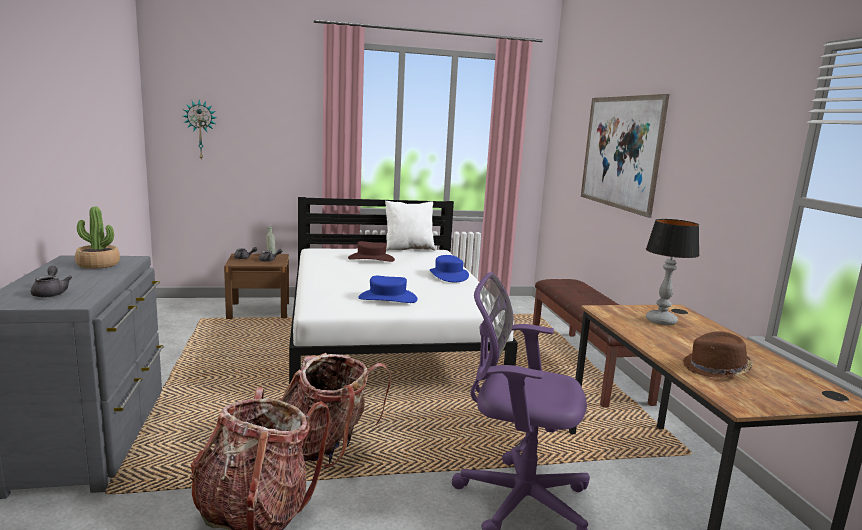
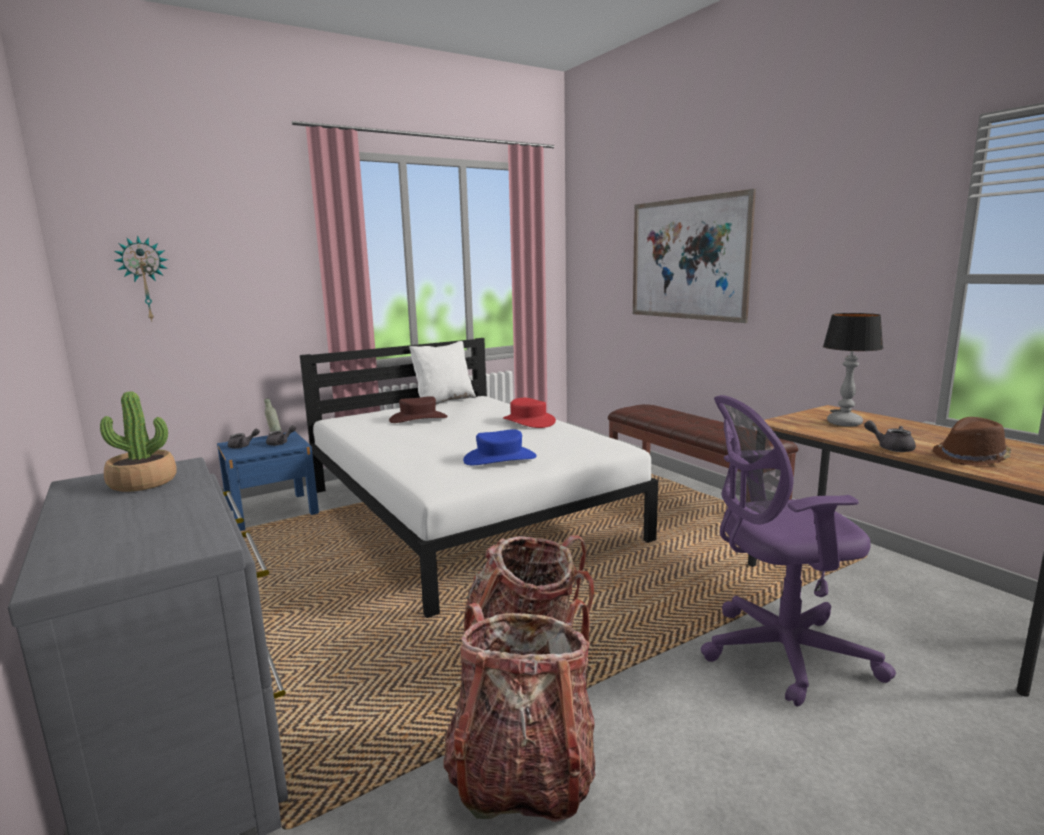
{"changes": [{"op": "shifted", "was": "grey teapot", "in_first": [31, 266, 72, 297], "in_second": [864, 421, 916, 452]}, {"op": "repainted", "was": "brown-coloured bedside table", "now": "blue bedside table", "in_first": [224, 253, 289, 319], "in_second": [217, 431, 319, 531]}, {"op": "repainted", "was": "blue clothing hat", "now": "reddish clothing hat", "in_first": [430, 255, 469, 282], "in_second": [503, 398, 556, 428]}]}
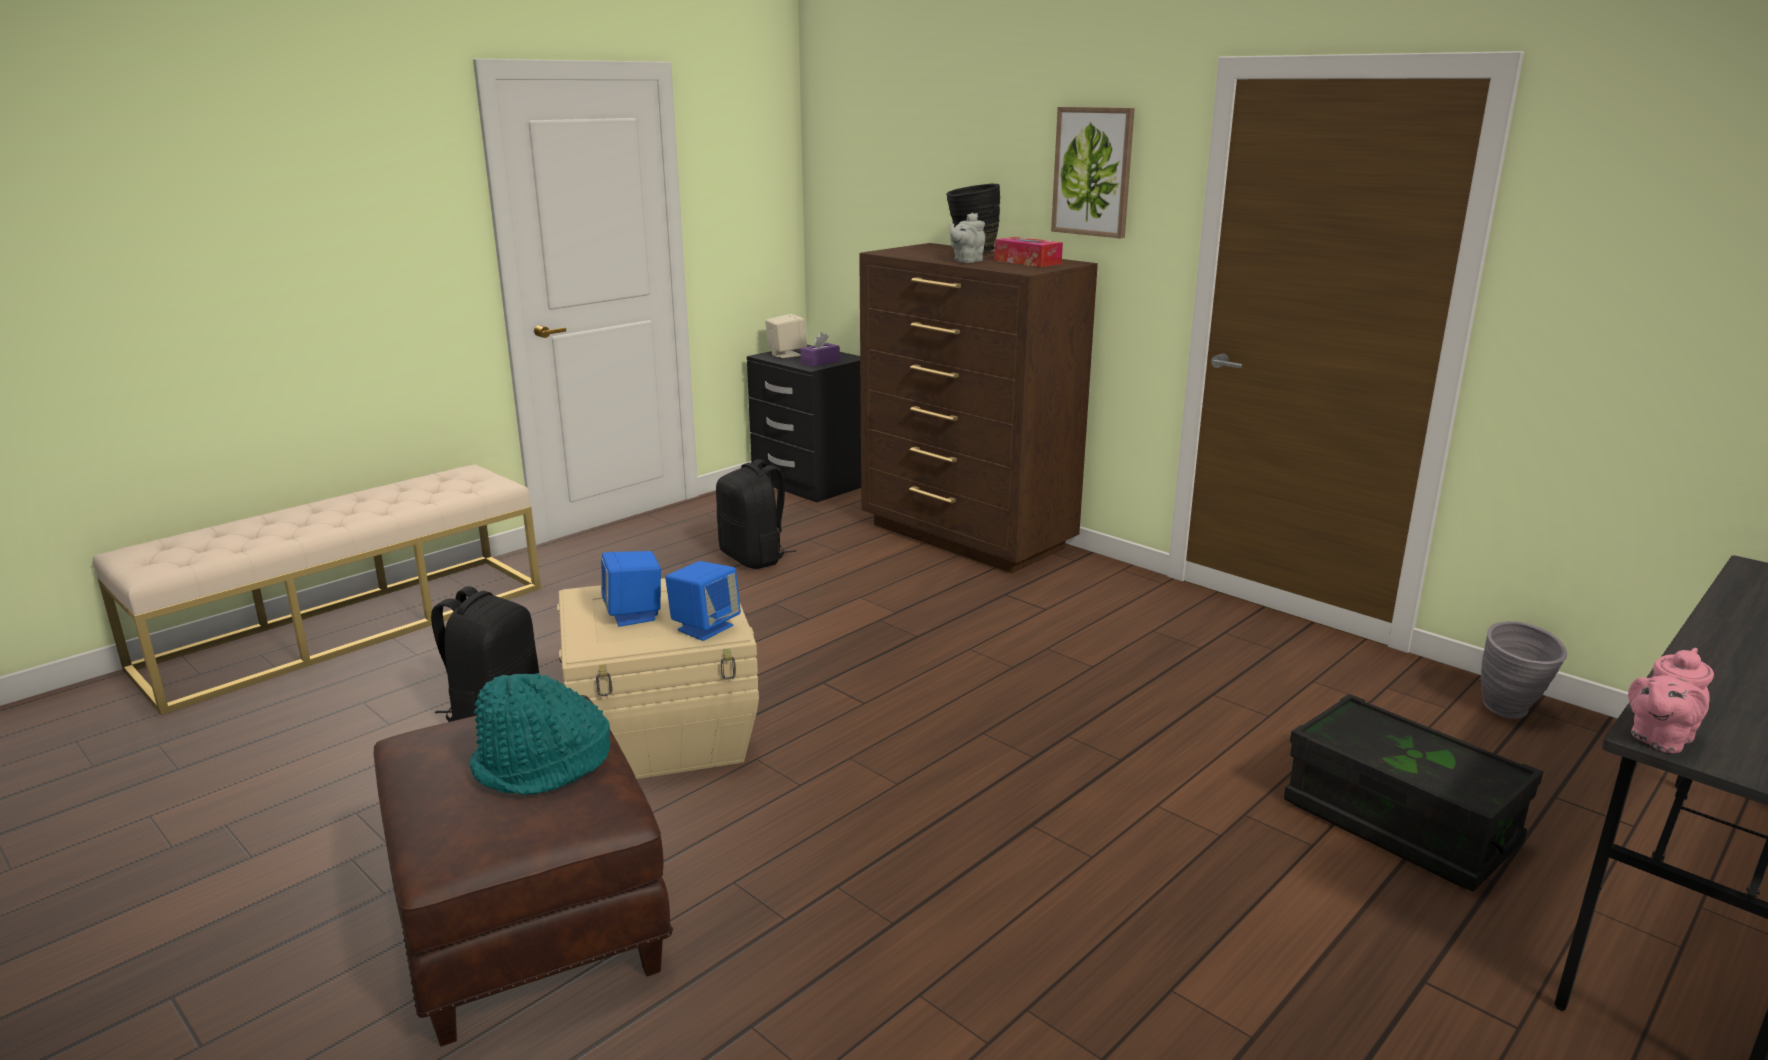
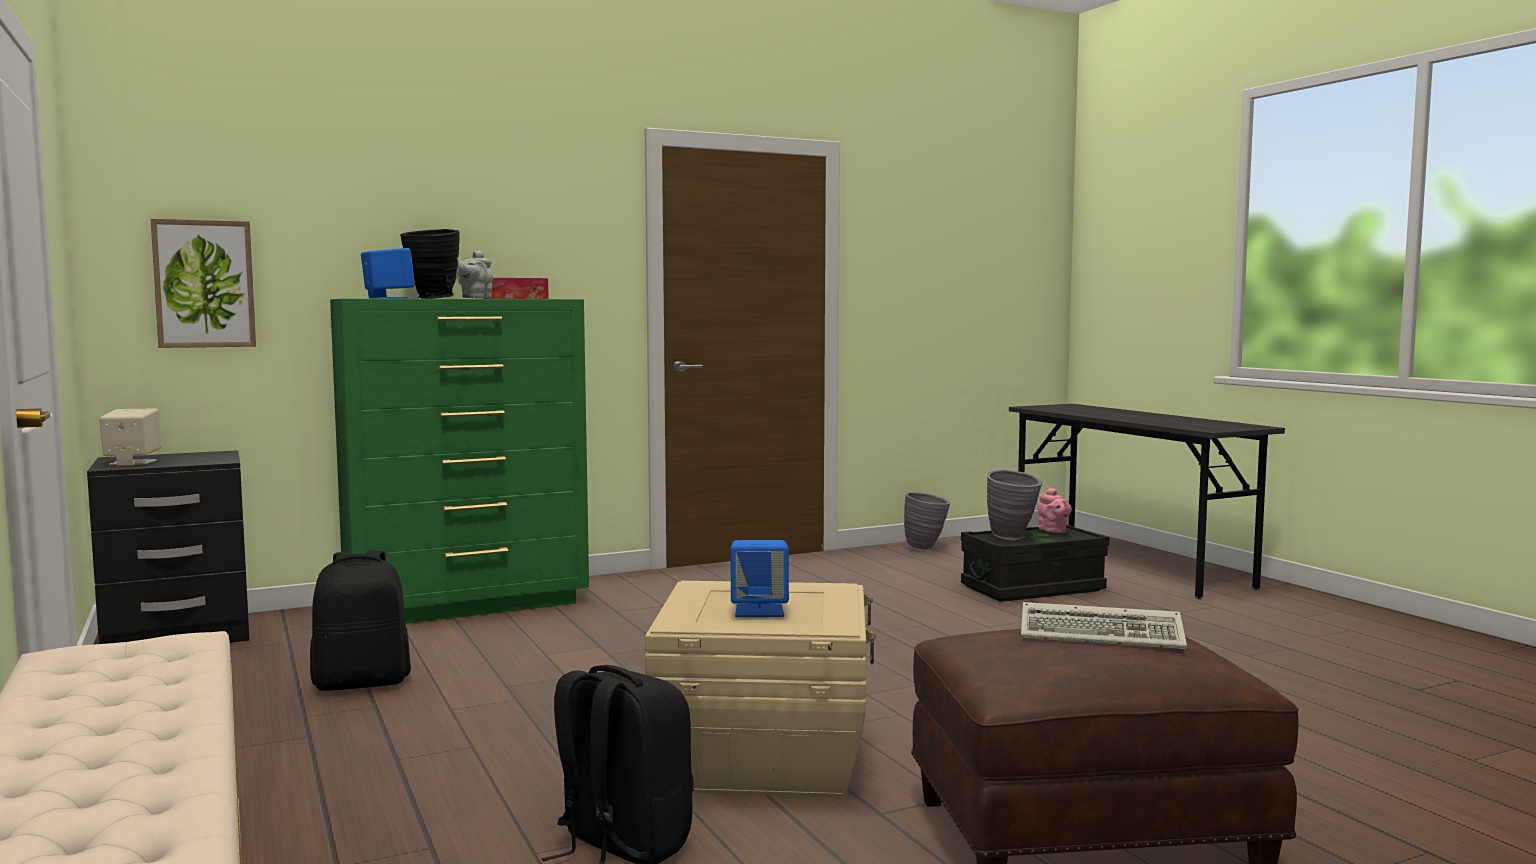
{"changes": [{"op": "swapped", "was": "turquoise clothing hat", "now": "computer keyboard", "in_first": [470, 673, 610, 795], "in_second": [1021, 602, 1187, 649]}, {"op": "shifted", "was": "blue audio speaker", "in_first": [665, 561, 741, 641], "in_second": [361, 248, 415, 299]}, {"op": "gone", "was": "purple box of tissues", "in_first": [801, 332, 840, 367]}, {"op": "repainted", "was": "brown-coloured dresser", "now": "green-coloured dresser", "in_first": [859, 243, 1098, 573], "in_second": [330, 299, 589, 624]}, {"op": "rotated", "was": "grey teapot", "in_first": [950, 213, 985, 263], "in_second": [456, 250, 493, 299], "clockwise": 45}, {"op": "shifted", "was": "wall picture", "in_first": [1051, 107, 1135, 239], "in_second": [151, 219, 256, 348]}, {"op": "shifted", "was": "pinkish teapot", "in_first": [1628, 648, 1714, 753], "in_second": [1038, 487, 1072, 533]}, {"op": "new", "now": "grey vase", "in_second": [987, 470, 1042, 540]}]}
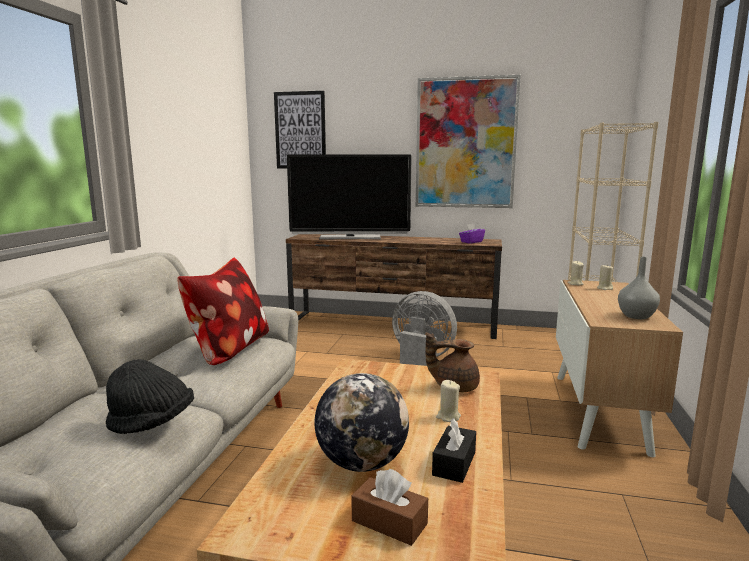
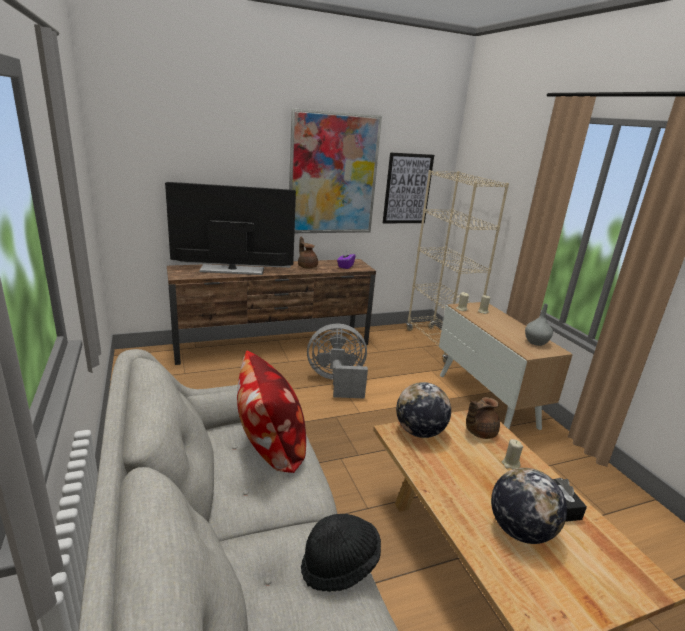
{"changes": [{"op": "shifted", "was": "wall picture", "in_first": [274, 91, 326, 168], "in_second": [383, 152, 434, 223]}, {"op": "rotated", "was": "TV", "in_first": [287, 155, 412, 239], "in_second": [165, 182, 296, 275], "clockwise": -150}, {"op": "gone", "was": "brown-coloured box of tissues", "in_first": [352, 469, 428, 546]}, {"op": "new", "now": "brown-coloured teapot", "in_second": [298, 237, 318, 268]}, {"op": "new", "now": "world globe", "in_second": [396, 382, 451, 438]}]}
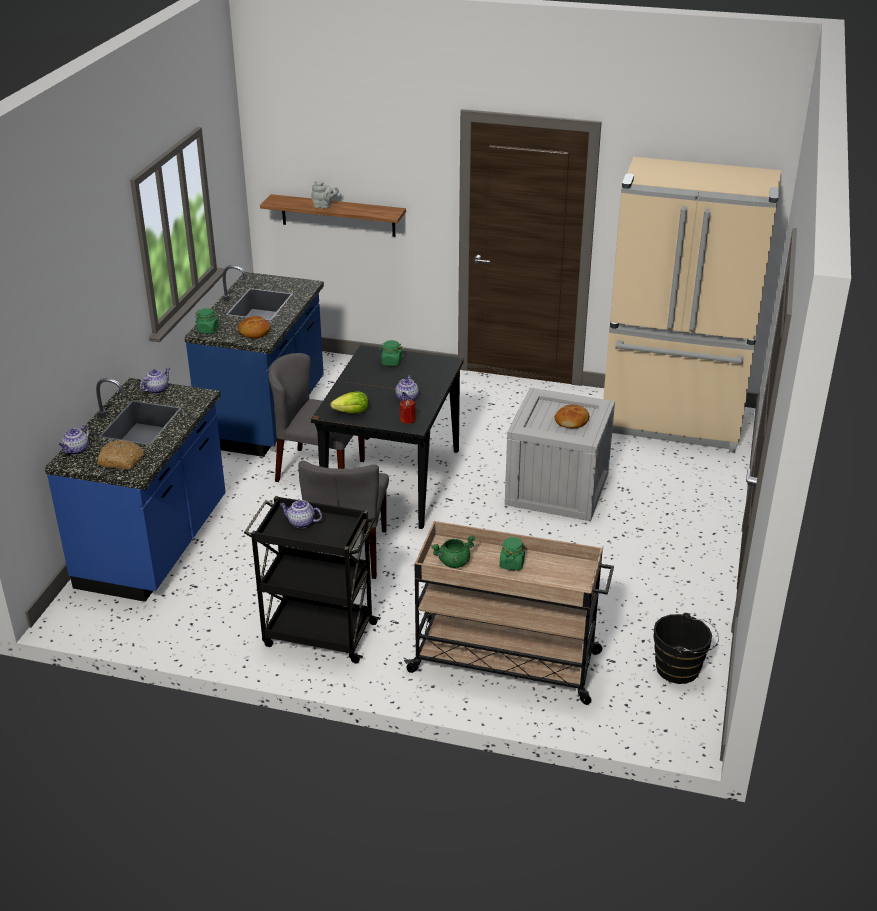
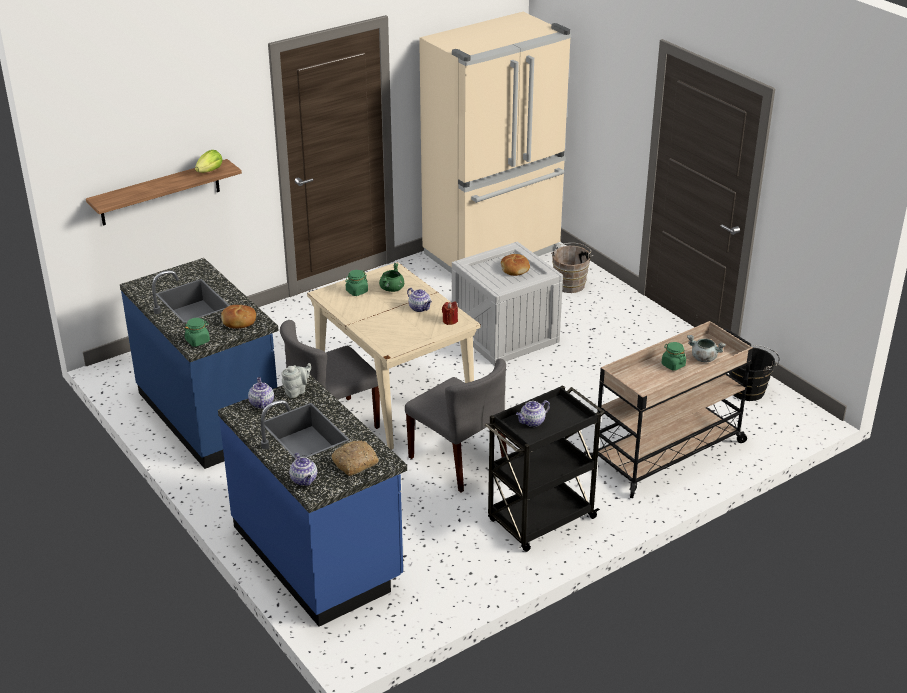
{"changes": [{"op": "shifted", "was": "grey teapot", "in_first": [311, 181, 339, 208], "in_second": [281, 363, 311, 398]}, {"op": "repainted", "was": "black-coloured dining table", "now": "sand-coloured dining table", "in_first": [311, 345, 464, 529], "in_second": [307, 262, 481, 450]}, {"op": "shifted", "was": "head of lettuce", "in_first": [330, 391, 368, 413], "in_second": [195, 150, 223, 173]}, {"op": "shifted", "was": "green-coloured cooking pot", "in_first": [431, 535, 476, 568], "in_second": [379, 263, 404, 292]}, {"op": "new", "now": "brown-coloured bucket", "in_second": [551, 243, 593, 293]}, {"op": "new", "now": "grey cooking pot", "in_second": [687, 335, 726, 362]}]}
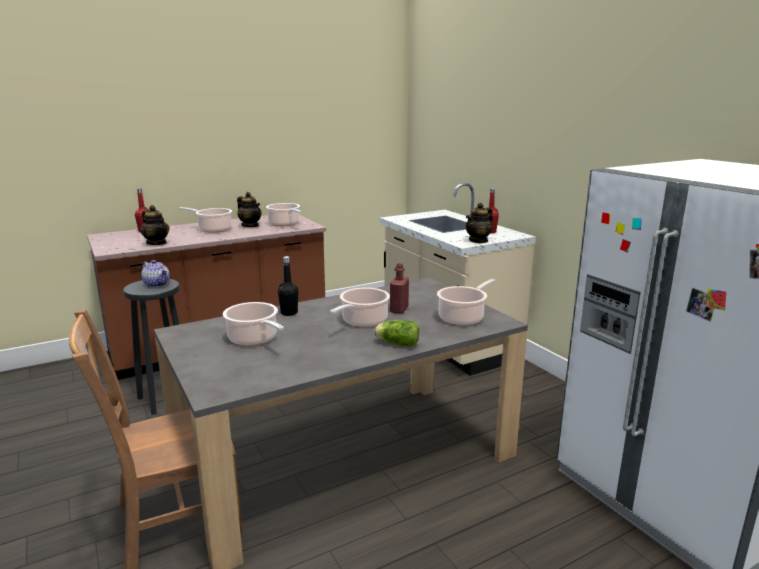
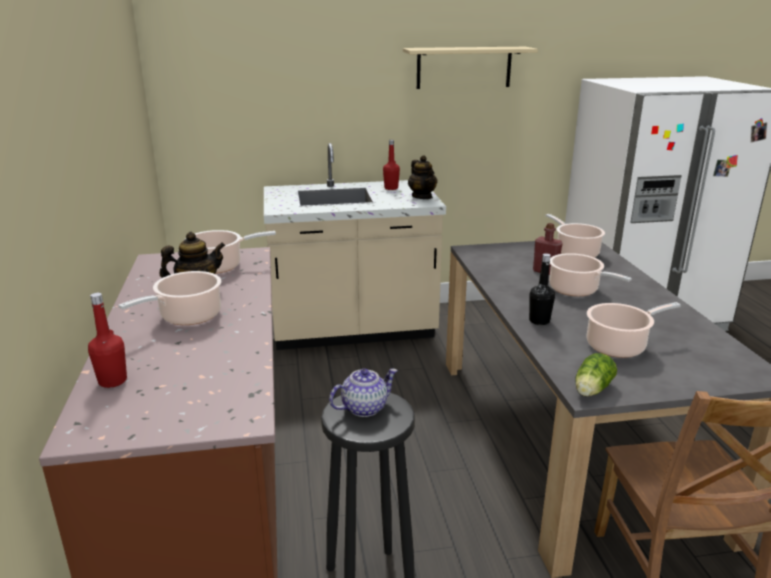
{"changes": [{"op": "gone", "was": "teapot", "in_first": [140, 205, 170, 245]}, {"op": "shifted", "was": "head of lettuce", "in_first": [374, 320, 419, 347], "in_second": [575, 353, 617, 397]}, {"op": "new", "now": "sand-coloured shelf", "in_second": [403, 47, 538, 89]}]}
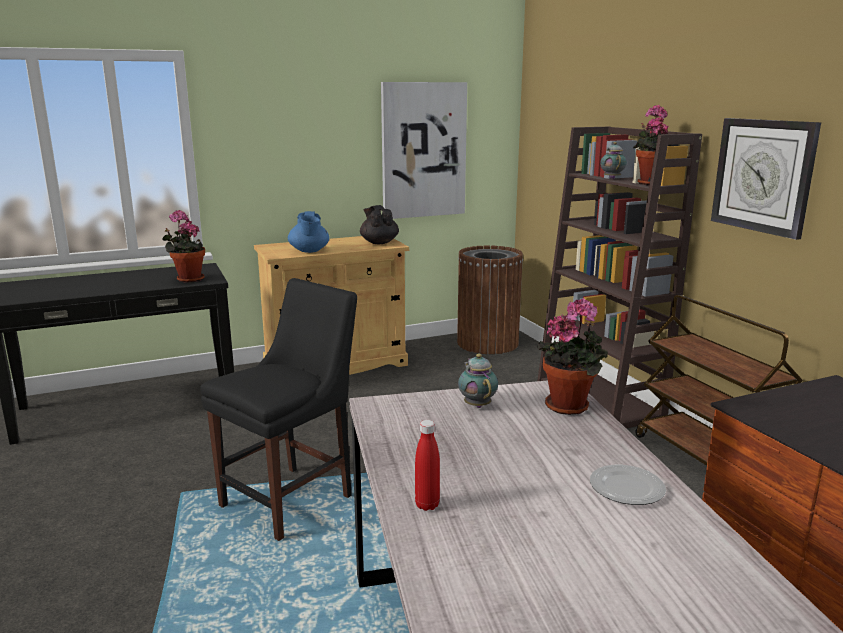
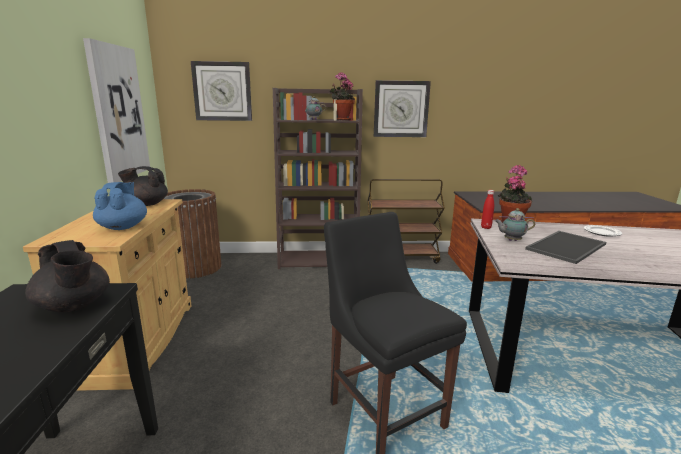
{"changes": [{"op": "swapped", "was": "plant in a pot", "now": "black-coloured teapot", "in_first": [162, 210, 205, 283], "in_second": [25, 240, 110, 312]}, {"op": "rotated", "was": "blue teapot", "in_first": [288, 211, 329, 253], "in_second": [93, 182, 147, 230], "clockwise": -105}, {"op": "shifted", "was": "reddish bottle", "in_first": [415, 420, 440, 511], "in_second": [481, 190, 494, 229]}, {"op": "new", "now": "wall clock", "in_second": [191, 61, 252, 121]}, {"op": "new", "now": "carrying tray", "in_second": [525, 231, 606, 264]}]}
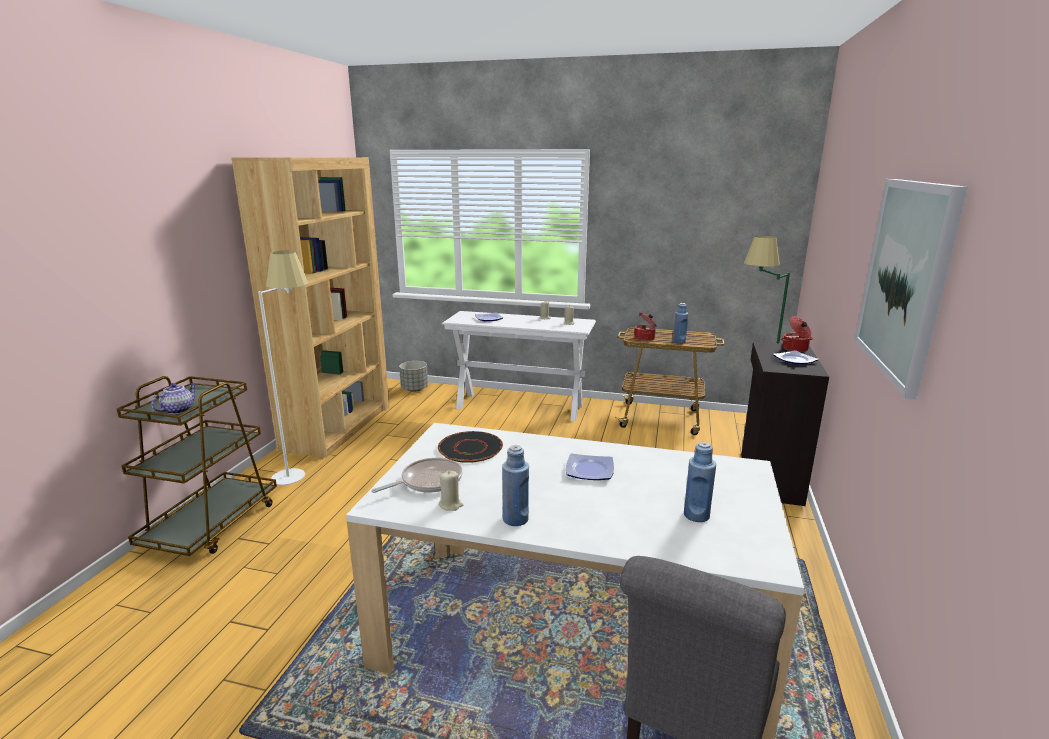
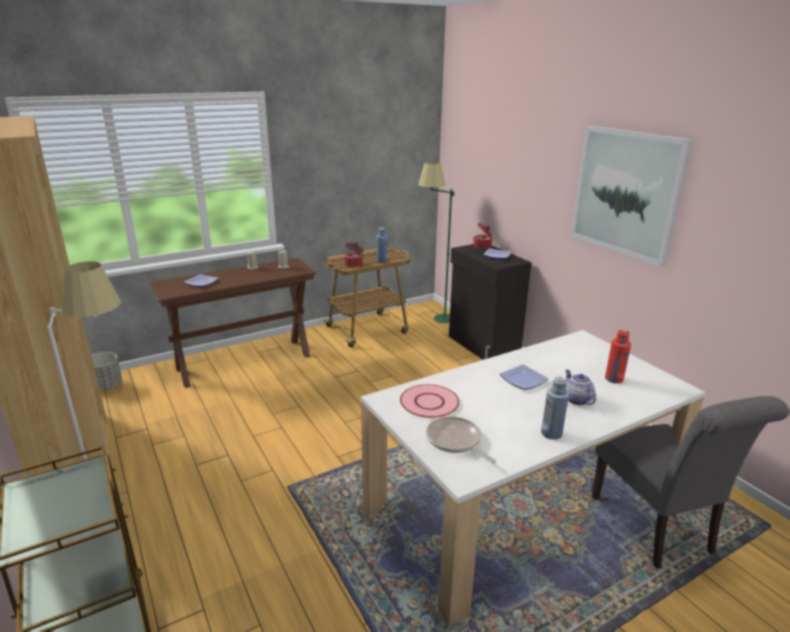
{"changes": [{"op": "shifted", "was": "teapot", "in_first": [151, 383, 197, 414], "in_second": [565, 370, 596, 405]}, {"op": "rotated", "was": "skillet", "in_first": [371, 458, 463, 493], "in_second": [426, 416, 496, 463], "clockwise": -45}, {"op": "repainted", "was": "black-coloured flat dish", "now": "pinkish flat dish", "in_first": [438, 431, 503, 463], "in_second": [400, 384, 459, 418]}, {"op": "gone", "was": "sand-coloured wax candle", "in_first": [439, 471, 463, 511]}, {"op": "repainted", "was": "white-coloured console table", "now": "brown-coloured console table", "in_first": [442, 311, 596, 422], "in_second": [149, 258, 316, 388]}, {"op": "repainted", "was": "blue bottle", "now": "reddish bottle", "in_first": [684, 442, 716, 522], "in_second": [605, 329, 631, 384]}]}
